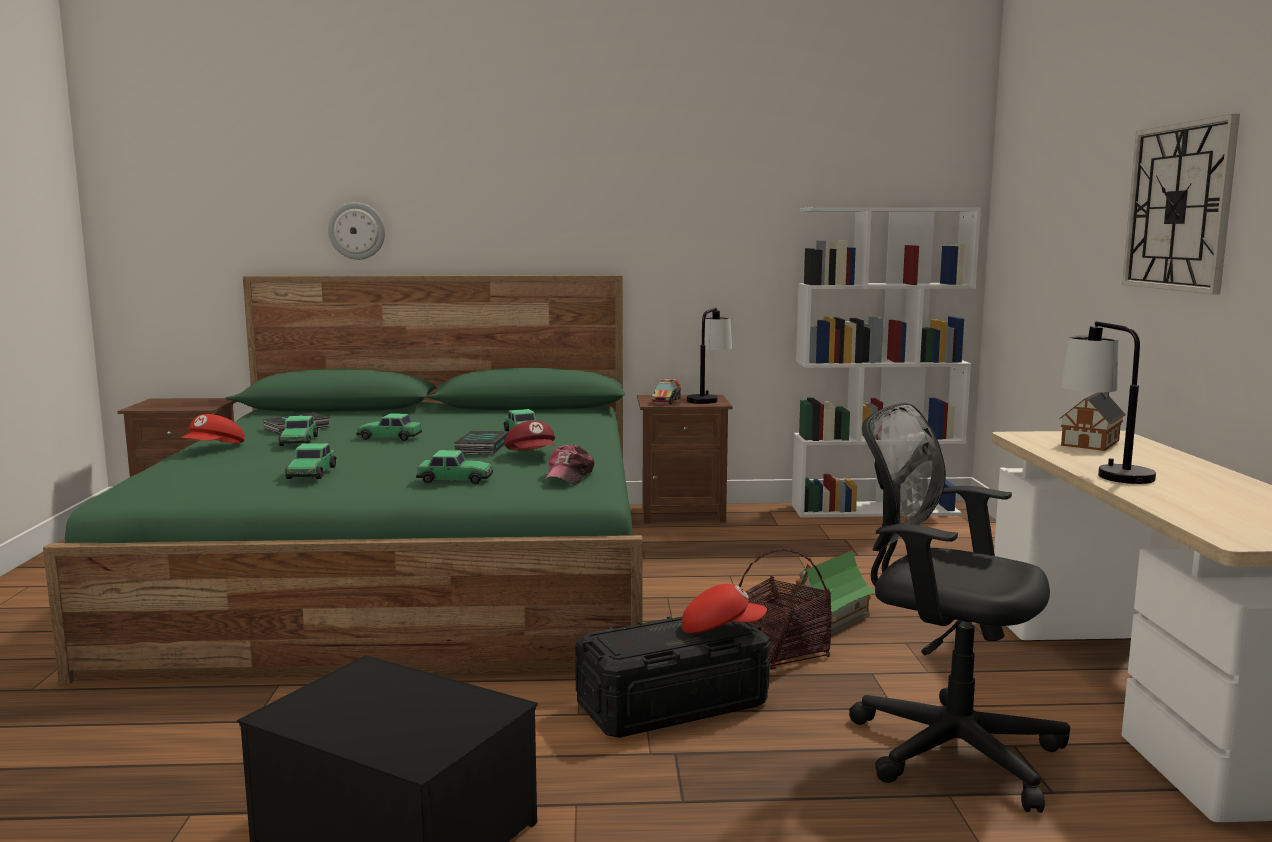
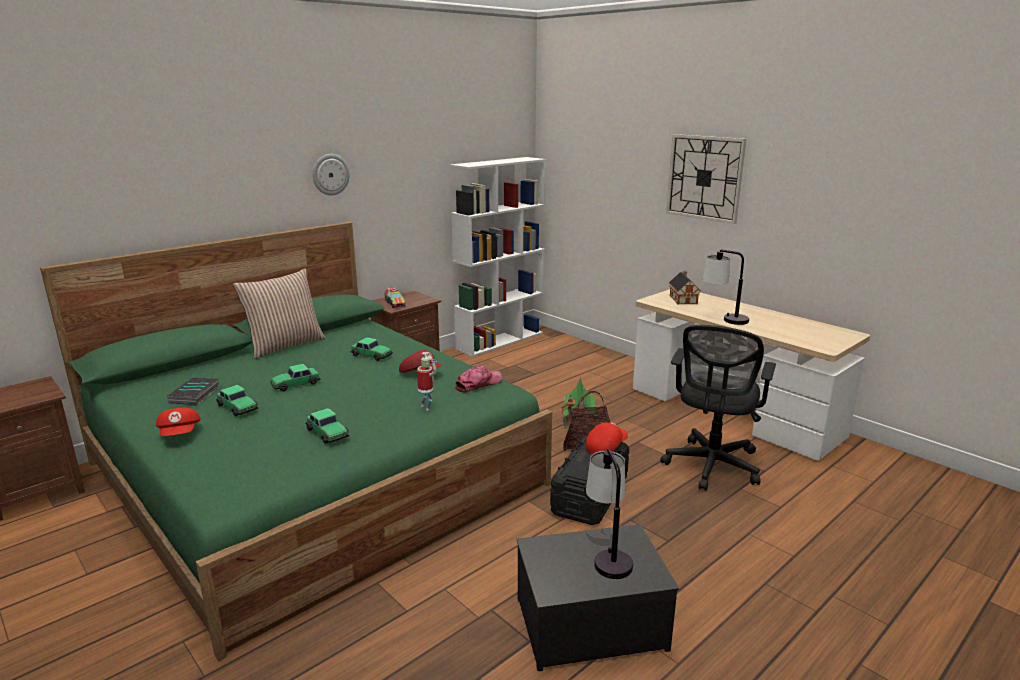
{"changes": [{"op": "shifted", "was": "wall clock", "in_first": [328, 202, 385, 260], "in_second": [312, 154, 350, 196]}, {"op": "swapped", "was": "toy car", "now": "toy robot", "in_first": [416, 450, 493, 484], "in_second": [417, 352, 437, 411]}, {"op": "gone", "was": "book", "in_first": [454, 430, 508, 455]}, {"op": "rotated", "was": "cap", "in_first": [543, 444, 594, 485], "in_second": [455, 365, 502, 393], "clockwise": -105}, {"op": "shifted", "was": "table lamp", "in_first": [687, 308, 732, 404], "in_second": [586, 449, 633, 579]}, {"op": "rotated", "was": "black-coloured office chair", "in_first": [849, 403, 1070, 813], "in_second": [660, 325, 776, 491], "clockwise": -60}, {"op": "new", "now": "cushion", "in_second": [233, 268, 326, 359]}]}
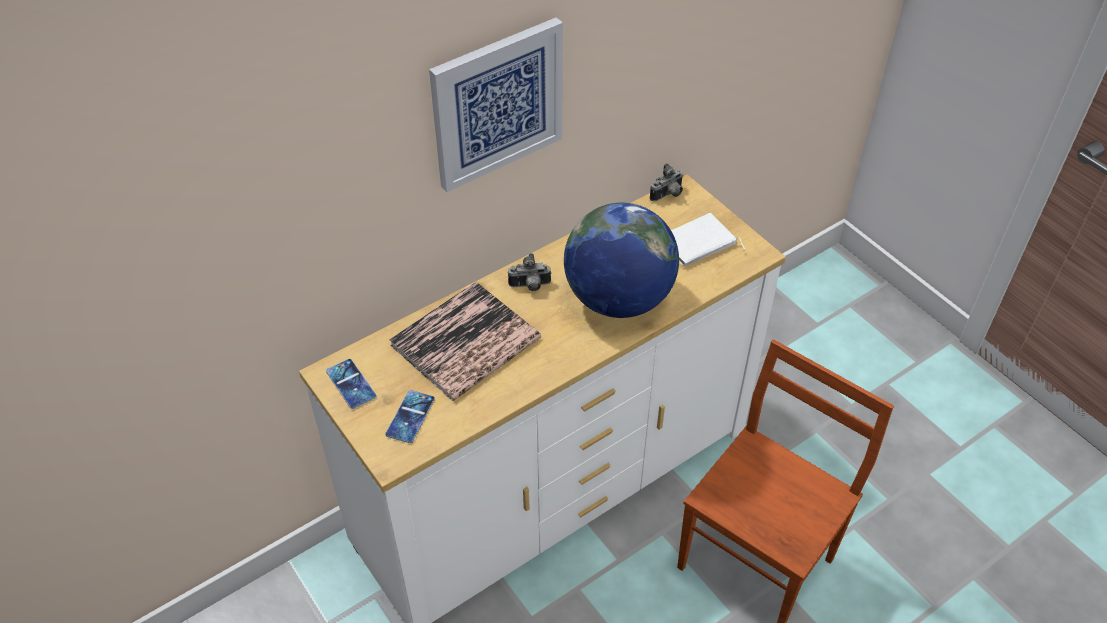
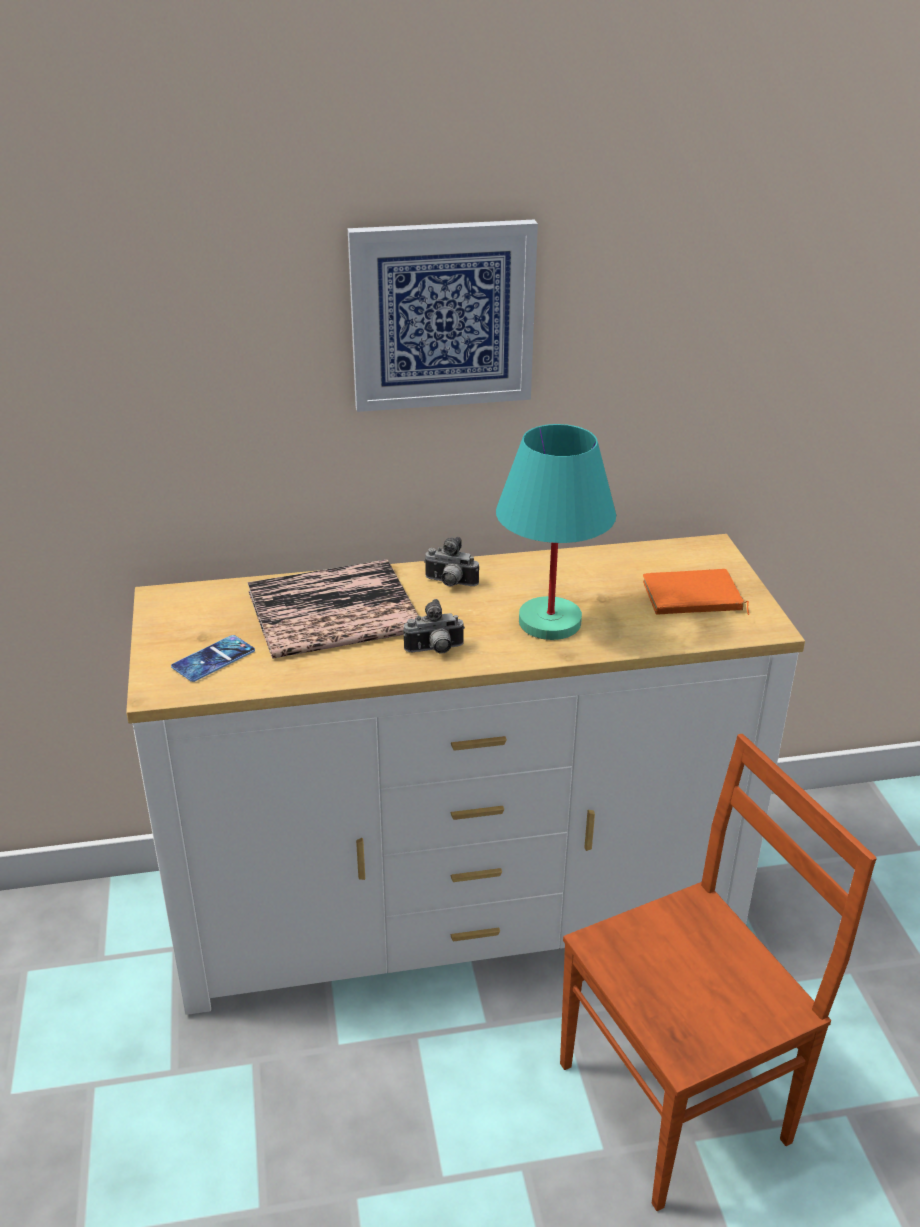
{"changes": [{"op": "gone", "was": "telephone", "in_first": [326, 359, 376, 409]}, {"op": "swapped", "was": "world globe", "now": "turquoise table lamp", "in_first": [564, 203, 679, 318], "in_second": [496, 424, 616, 640]}, {"op": "shifted", "was": "still camera", "in_first": [650, 163, 683, 202], "in_second": [403, 599, 465, 653]}, {"op": "repainted", "was": "white-coloured book", "now": "orange book", "in_first": [671, 213, 745, 267], "in_second": [643, 569, 749, 615]}]}
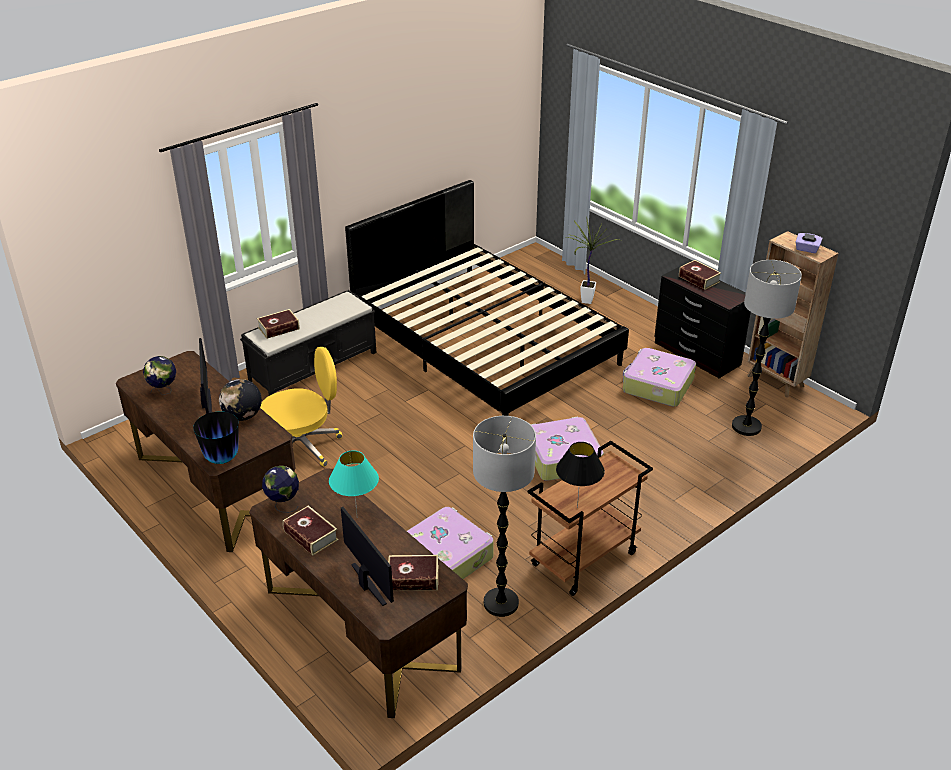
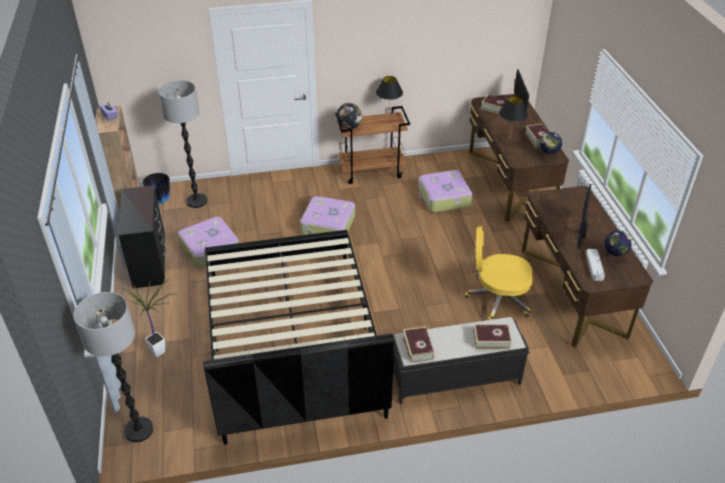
{"changes": [{"op": "shifted", "was": "vase", "in_first": [193, 412, 239, 464], "in_second": [143, 173, 170, 204]}, {"op": "shifted", "was": "world globe", "in_first": [219, 379, 262, 421], "in_second": [336, 103, 363, 129]}, {"op": "repainted", "was": "turquoise table lamp", "now": "black-coloured table lamp", "in_first": [329, 450, 379, 514], "in_second": [499, 96, 528, 135]}, {"op": "shifted", "was": "standing lamp", "in_first": [473, 416, 536, 617], "in_second": [73, 292, 153, 442]}, {"op": "shifted", "was": "book", "in_first": [679, 260, 721, 290], "in_second": [403, 327, 434, 363]}, {"op": "new", "now": "grey carrying tray", "in_second": [586, 249, 605, 281]}]}
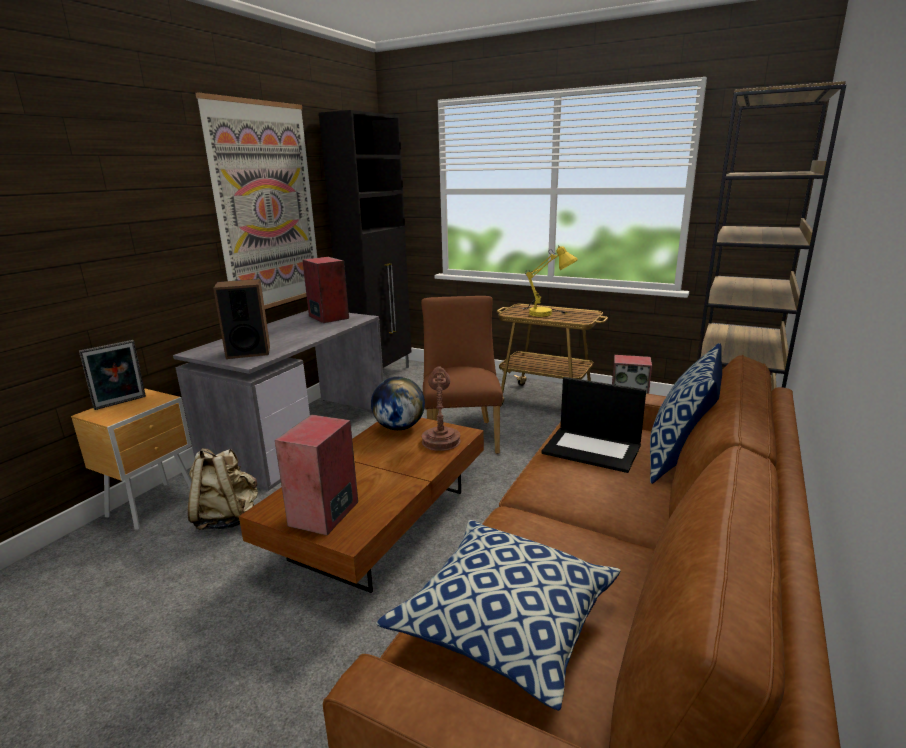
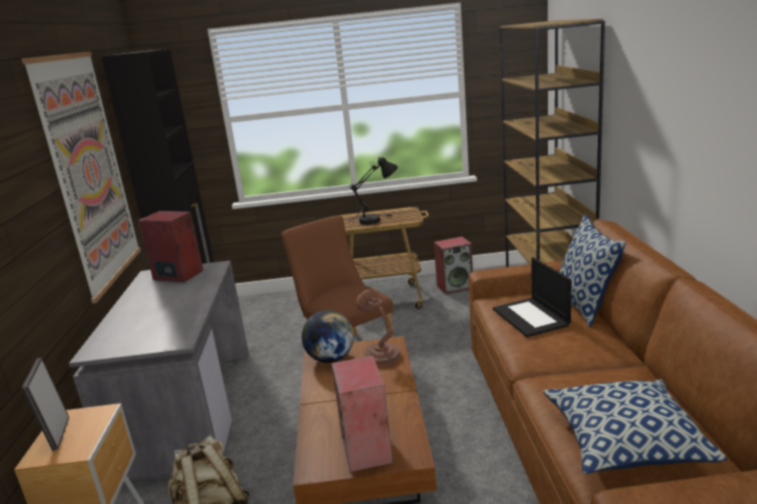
{"changes": [{"op": "rotated", "was": "picture frame", "in_first": [79, 340, 146, 410], "in_second": [22, 358, 69, 451], "clockwise": 150}, {"op": "gone", "was": "audio speaker", "in_first": [213, 279, 270, 359]}, {"op": "repainted", "was": "yellow-coloured table lamp", "now": "black-coloured table lamp", "in_first": [523, 245, 578, 317], "in_second": [348, 157, 398, 225]}, {"op": "rotated", "was": "laptop", "in_first": [541, 377, 646, 473], "in_second": [493, 257, 572, 337], "clockwise": 75}]}
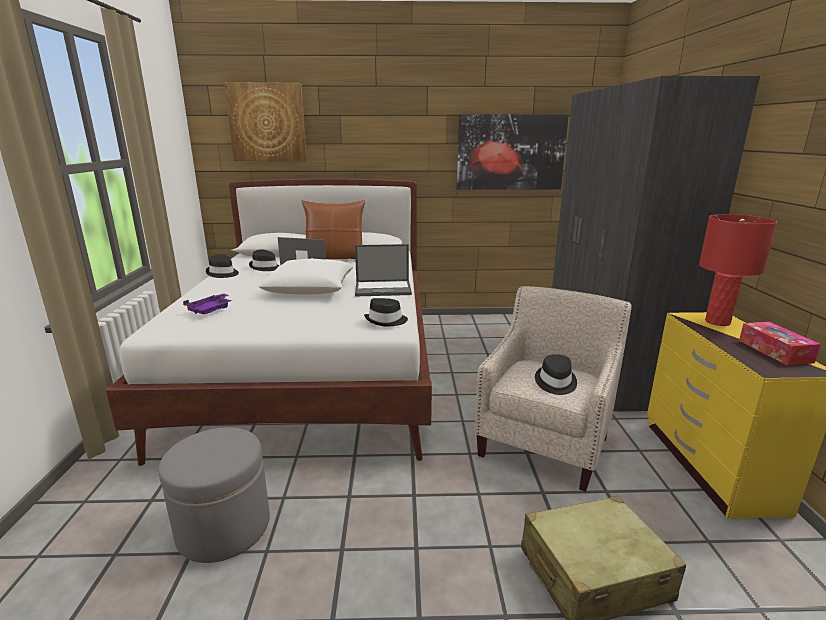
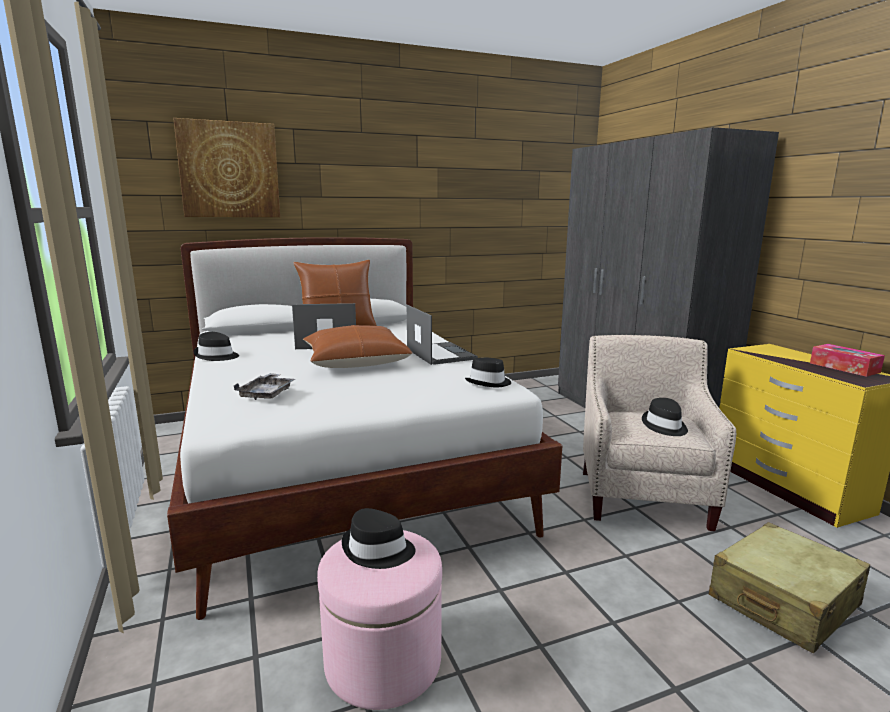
{"changes": [{"op": "repainted", "was": "grey footrest", "now": "pinkish footrest", "in_first": [159, 428, 270, 563], "in_second": [317, 530, 442, 710]}, {"op": "repainted", "was": "purple carrying tray", "now": "grey carrying tray", "in_first": [183, 293, 232, 314], "in_second": [234, 373, 295, 400]}, {"op": "shifted", "was": "black-coloured clothing hat", "in_first": [249, 250, 279, 271], "in_second": [342, 508, 416, 569]}, {"op": "repainted", "was": "white-coloured cushion", "now": "brown-coloured cushion", "in_first": [258, 258, 353, 294], "in_second": [303, 325, 412, 368]}, {"op": "rotated", "was": "laptop", "in_first": [355, 244, 412, 297], "in_second": [407, 305, 478, 365], "clockwise": -90}, {"op": "gone", "was": "wall picture", "in_first": [457, 114, 569, 190]}, {"op": "gone", "was": "reddish table lamp", "in_first": [699, 214, 777, 326]}]}
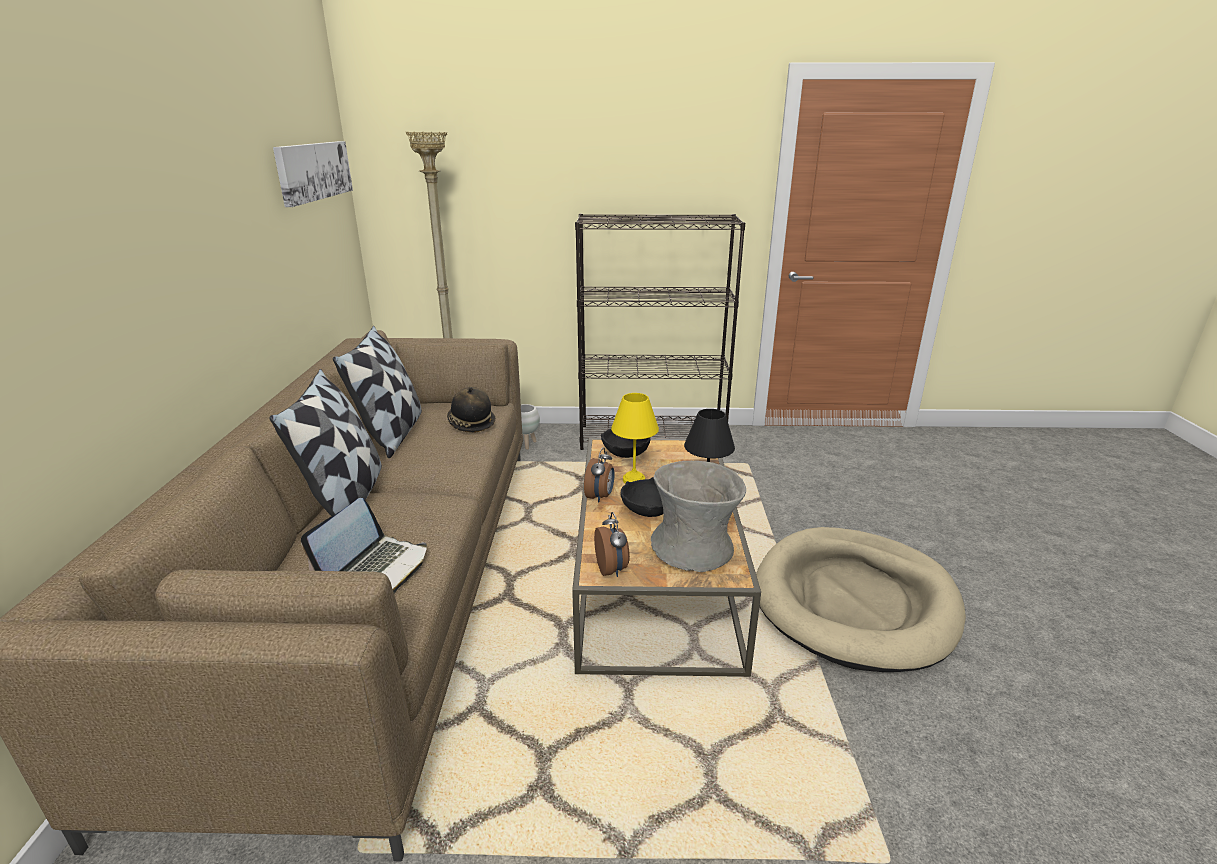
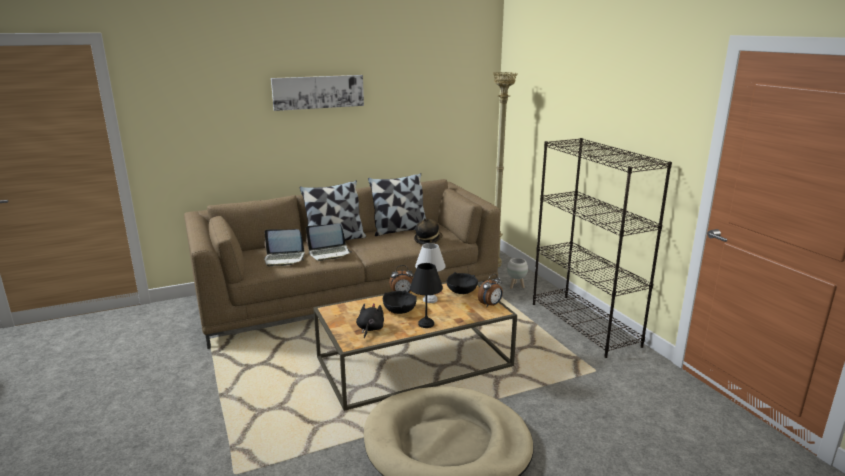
{"changes": [{"op": "shifted", "was": "wall picture", "in_first": [273, 141, 353, 207], "in_second": [271, 75, 364, 111]}, {"op": "shifted", "was": "table clock", "in_first": [594, 512, 630, 577], "in_second": [478, 274, 503, 307]}, {"op": "repainted", "was": "yellow-coloured table lamp", "now": "white-coloured table lamp", "in_first": [611, 393, 659, 484], "in_second": [415, 243, 446, 303]}, {"op": "swapped", "was": "grey vase", "now": "black-coloured cuddly toy", "in_first": [651, 461, 746, 572], "in_second": [356, 303, 384, 338]}, {"op": "new", "now": "laptop", "in_second": [306, 224, 352, 261]}]}
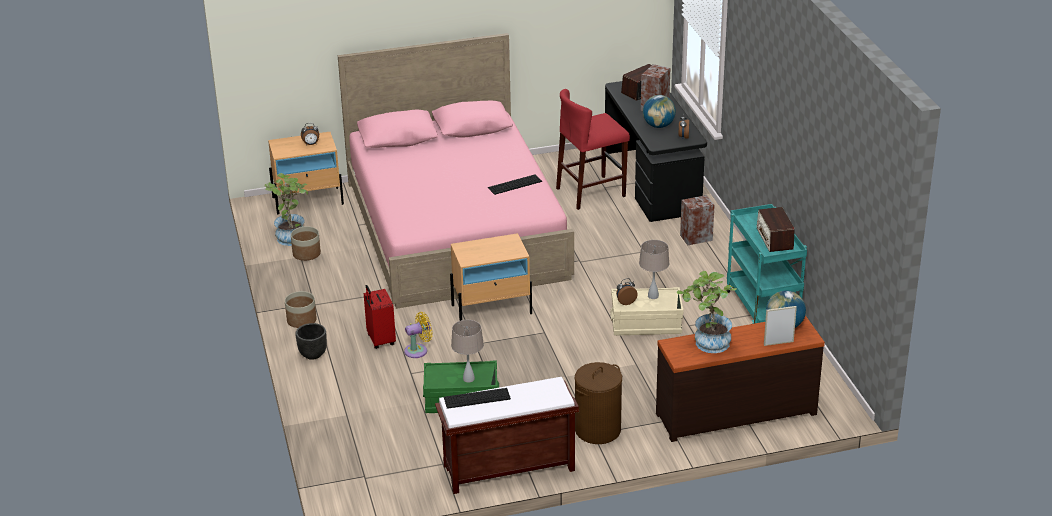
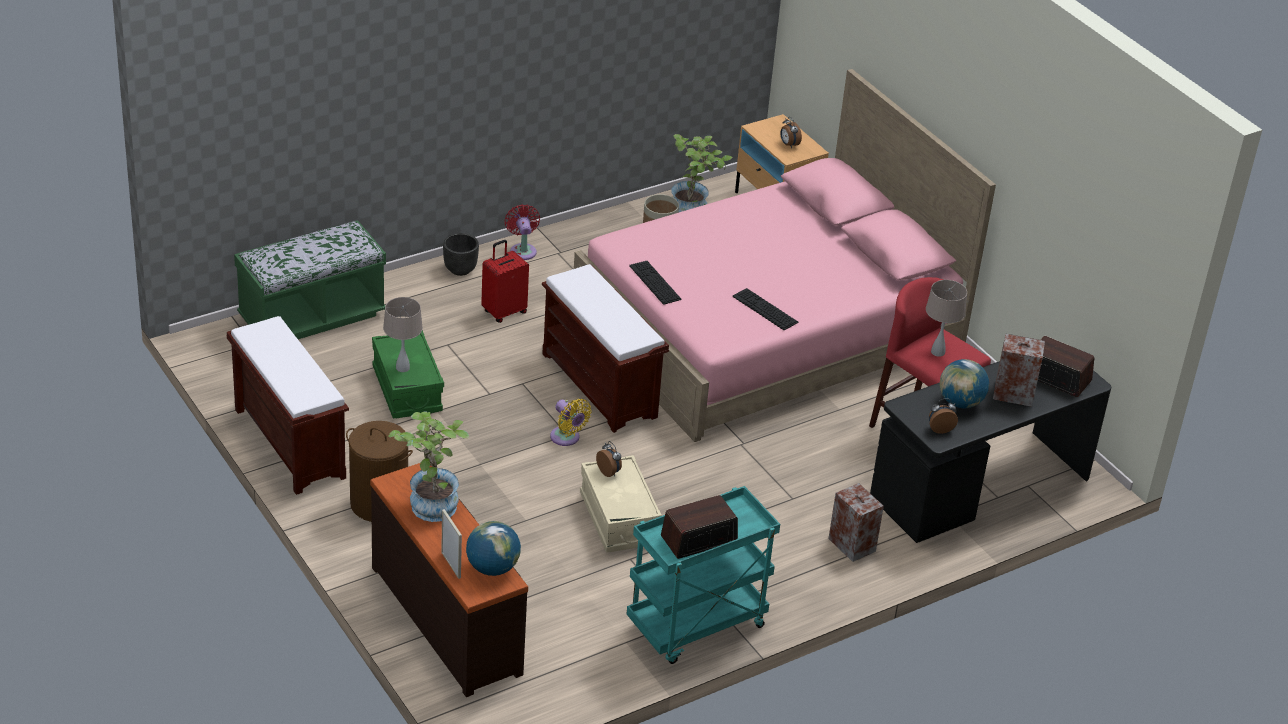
{"changes": [{"op": "swapped", "was": "plant pot", "now": "reddish electric fan", "in_first": [285, 291, 317, 328], "in_second": [504, 204, 540, 260]}, {"op": "shifted", "was": "yellow-coloured electric fan", "in_first": [404, 312, 433, 358], "in_second": [550, 399, 591, 446]}, {"op": "shifted", "was": "computer keyboard", "in_first": [444, 388, 511, 409], "in_second": [629, 261, 681, 305]}, {"op": "swapped", "was": "sand-coloured bedside table", "now": "brown-coloured indoor bench", "in_first": [450, 233, 532, 321], "in_second": [542, 264, 669, 433]}, {"op": "shifted", "was": "sand-coloured table lamp", "in_first": [639, 240, 669, 299], "in_second": [926, 280, 967, 357]}, {"op": "new", "now": "green-coloured indoor bench", "in_second": [234, 220, 386, 339]}]}
